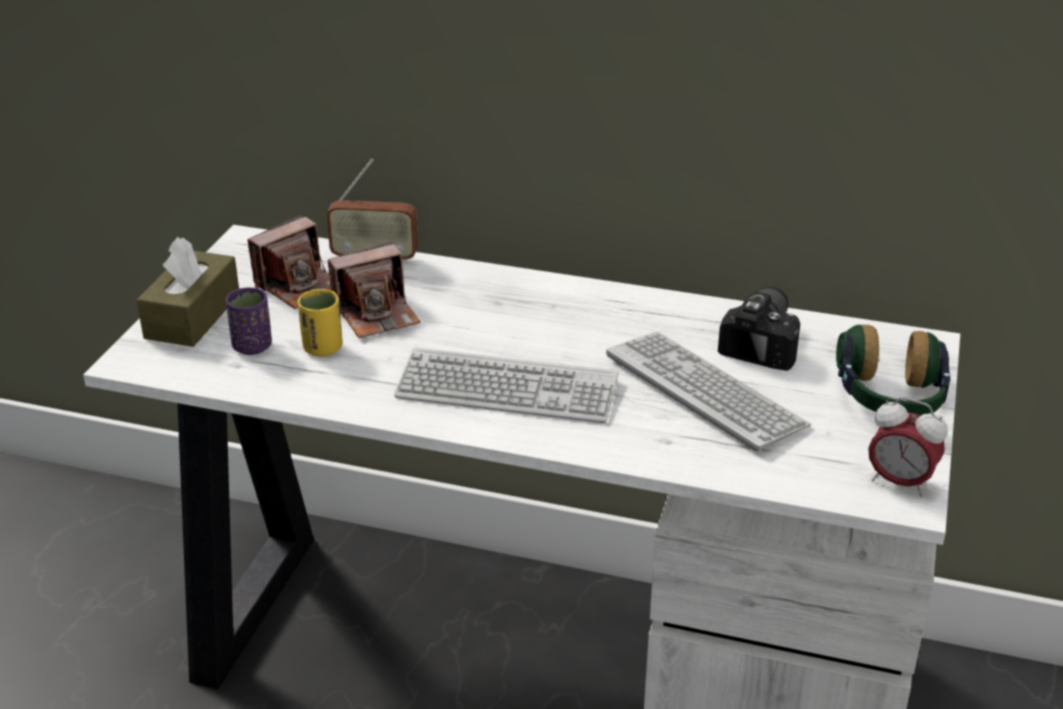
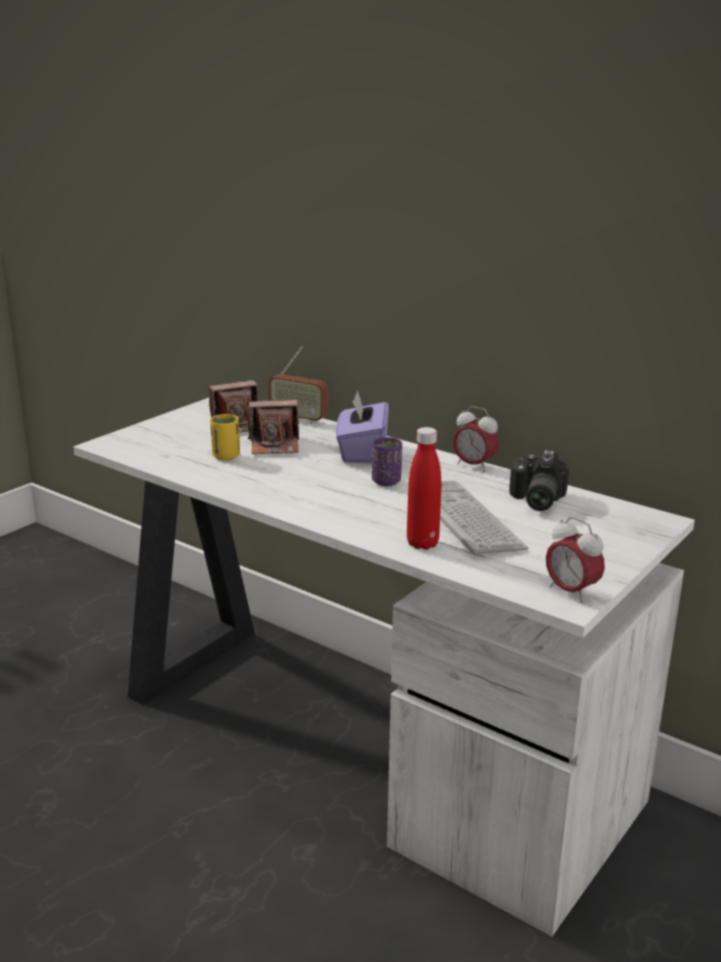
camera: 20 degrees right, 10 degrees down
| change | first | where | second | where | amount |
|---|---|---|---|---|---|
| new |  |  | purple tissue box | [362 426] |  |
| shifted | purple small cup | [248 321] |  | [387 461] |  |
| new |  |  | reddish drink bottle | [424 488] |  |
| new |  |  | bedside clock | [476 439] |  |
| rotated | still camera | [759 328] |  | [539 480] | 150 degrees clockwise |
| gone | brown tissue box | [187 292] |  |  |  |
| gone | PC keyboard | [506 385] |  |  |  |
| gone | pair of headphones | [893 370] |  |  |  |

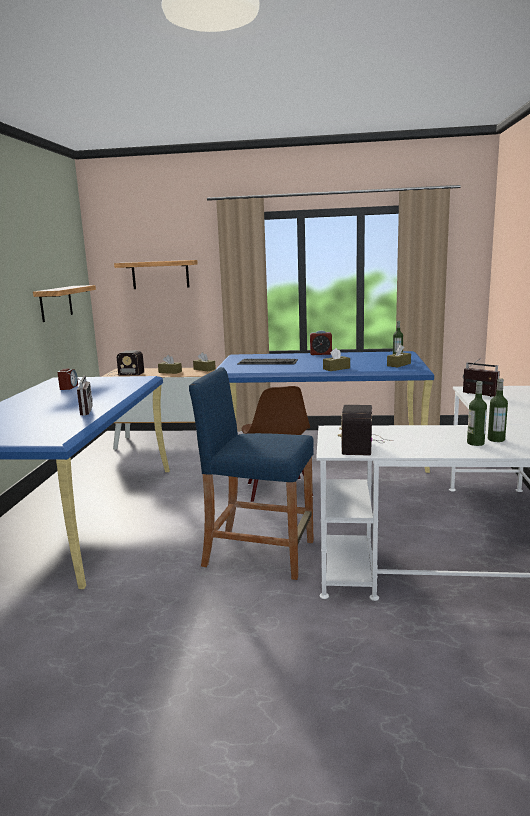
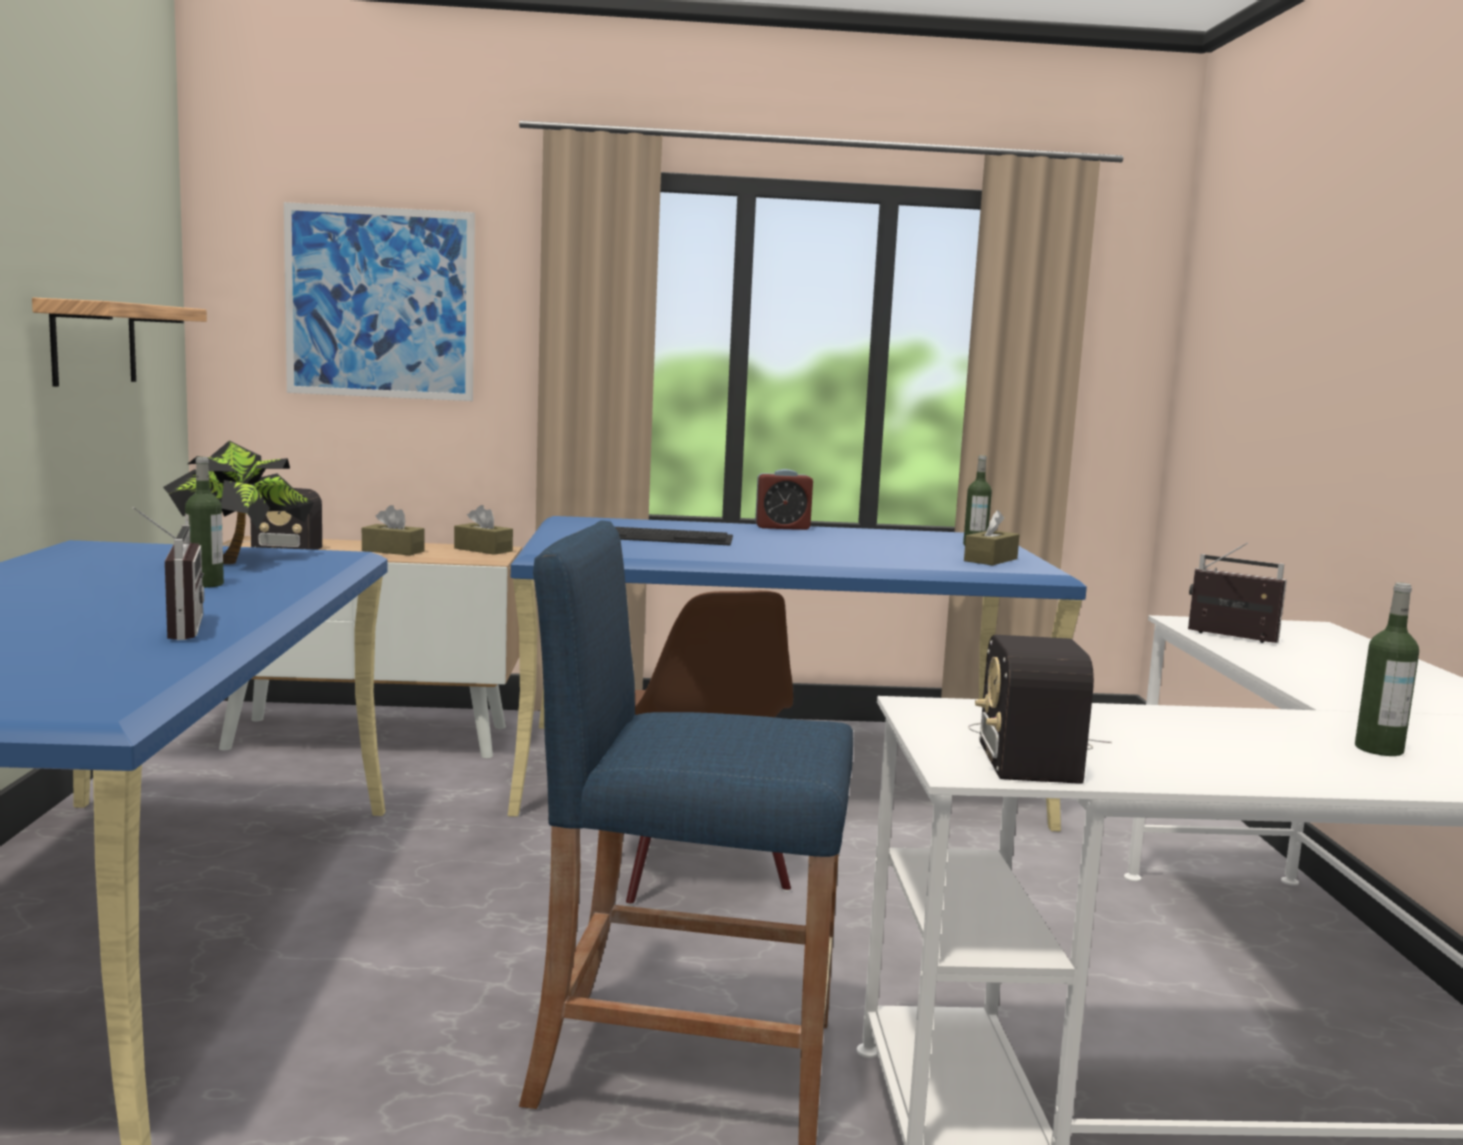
camera: 10 degrees left, 5 degrees down
| change | first | where | second | where | amount |
|---|---|---|---|---|---|
| new |  |  | houseplant | [238 502] |  |
| shifted | drink bottle | [477 413] |  | [204 522] |  |
| swapped | shelf | [156 274] | picture | [379 301] |  |
| gone | bedside clock | [67 379] |  |  |  |
| gone | brown tissue box | [336 359] |  |  |  |

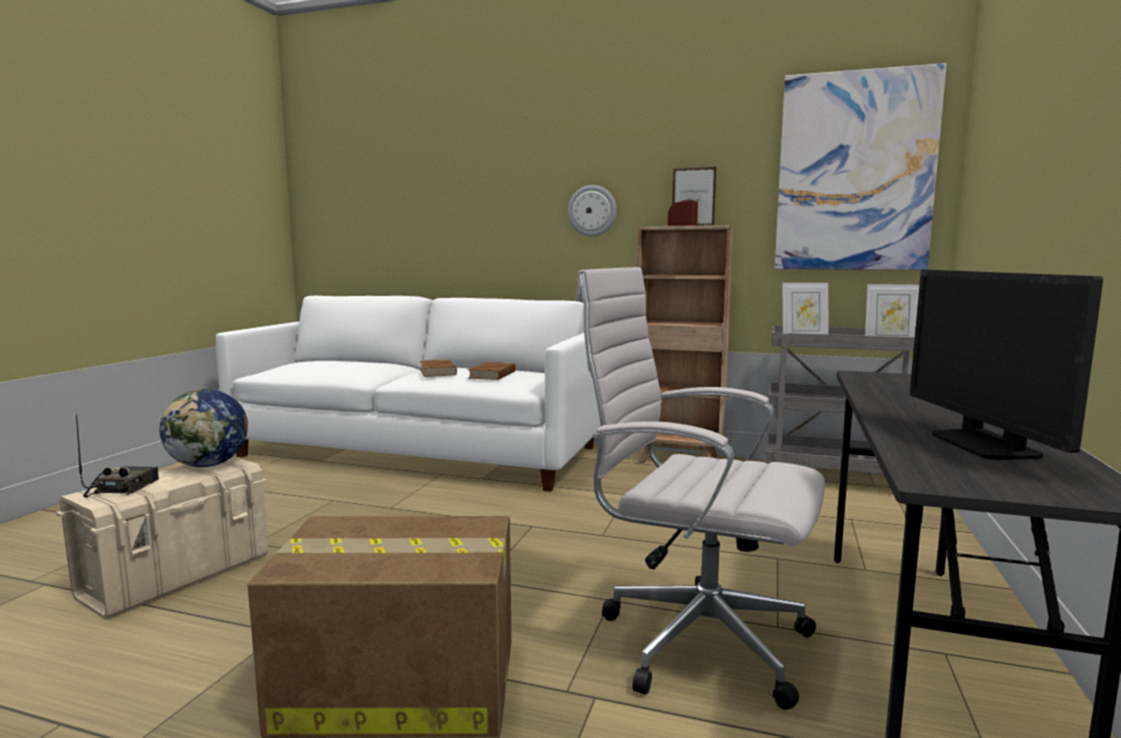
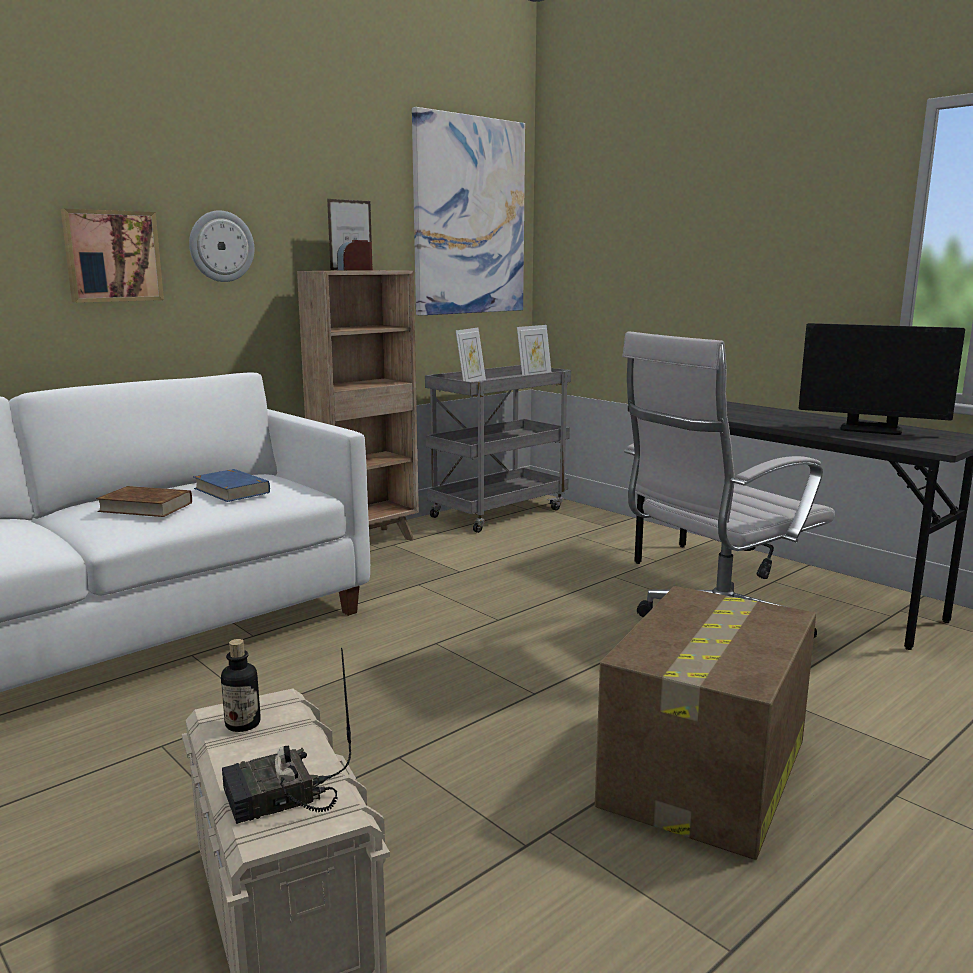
camera: 60 degrees left, 5 degrees up
| change | first | where | second | where | amount |
|---|---|---|---|---|---|
| new |  |  | picture | [112 256] |  |
| repainted | brown bound book | [492 371] | blue-coloured bound book | [231 485] |  |
| swapped | globe | [203 428] | drink bottle | [241 685] |  |
| rotated | radio receiver | [117 456] |  | [286 736] | 60 degrees counterclockwise |

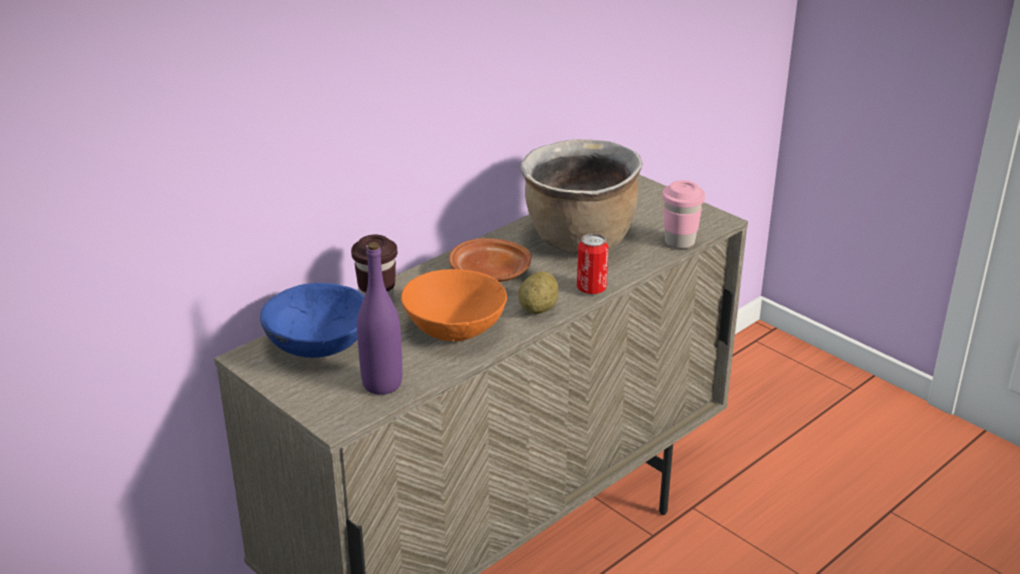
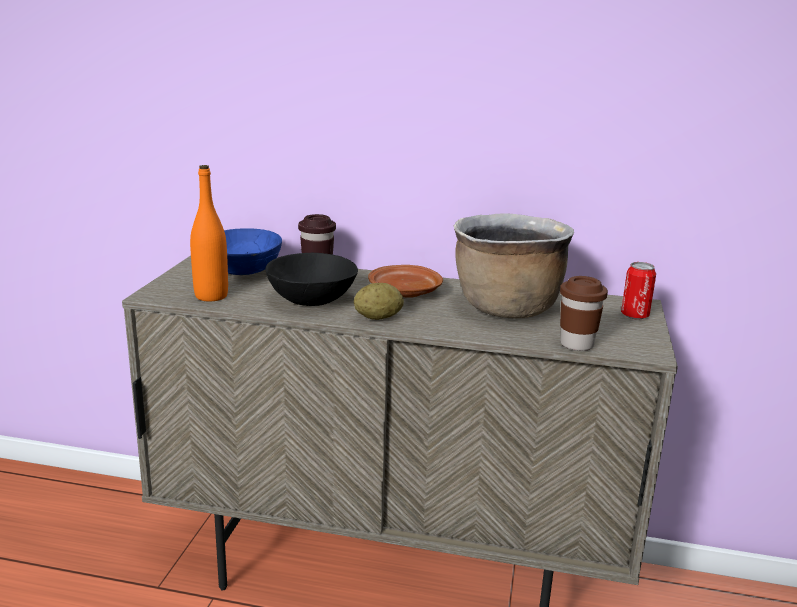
camera: 55 degrees right, 10 degrees down
| change | first | where | second | where | amount |
|---|---|---|---|---|---|
| repainted | purple drink bottle | [379 318] | orange-coloured drink bottle | [209 233] |  |
| repainted | orange-coloured deep dish | [454 305] | black-coloured deep dish | [311 279] |  |
| repainted | pinkish small cup | [683 214] | brown small cup | [584 313] |  |
| shifted | sealed can | [593 263] |  | [638 291] |  |

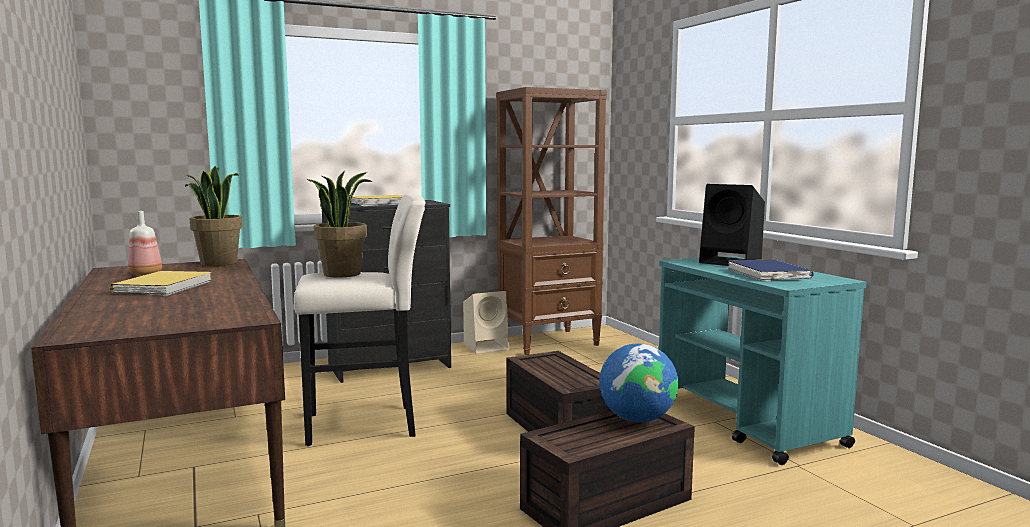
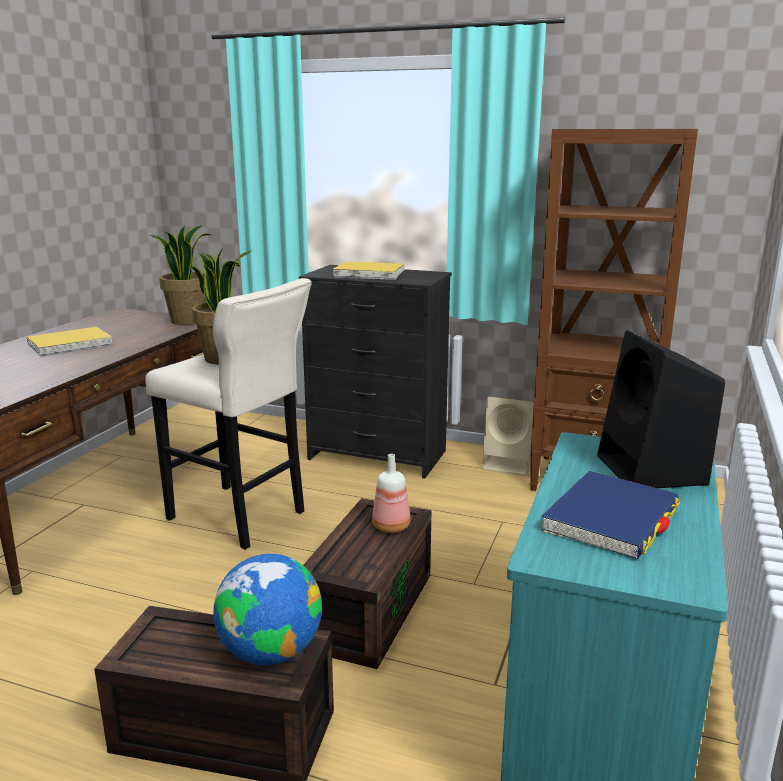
camera: 45 degrees right, 10 degrees up
| change | first | where | second | where | amount |
|---|---|---|---|---|---|
| shifted | drink bottle | [145 243] |  | [391 493] |  |

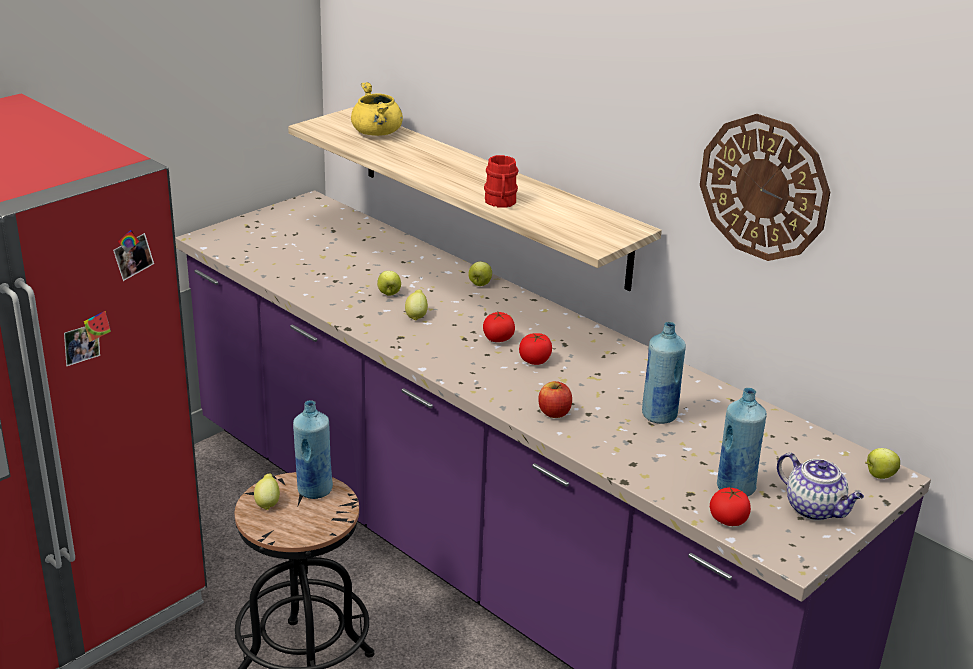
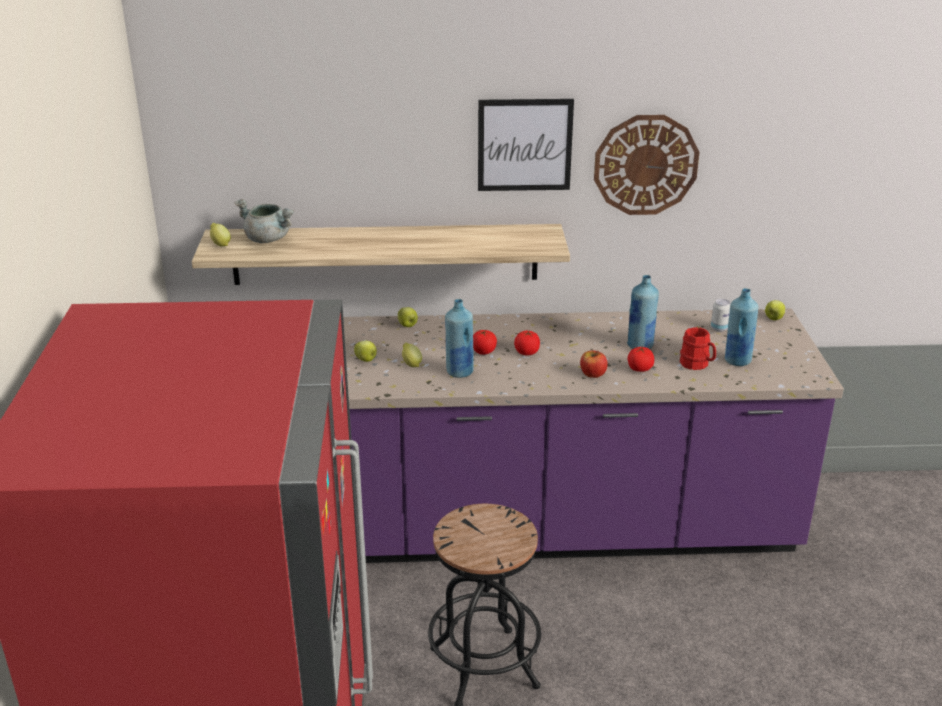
camera: 45 degrees left, 0 degrees up
| change | first | where | second | where | amount |
|---|---|---|---|---|---|
| shifted | citrus fruit | [267 491] |  | [220 234] |  |
| repainted | yellowish saucepot | [377 109] | greyish saucepot | [264 221] |  |
| shifted | blue-coloured drink bottle | [313 449] |  | [459 338] |  |
| new |  |  | picture | [526 145] |  |
| shifted | fresh tomato | [730 506] |  | [641 359] |  |
| shifted | reddish tea mug | [501 181] |  | [698 348] |  |
| new |  |  | sealed can | [720 315] |  |
| gone | tea pot | [820 486] |  |  |  |

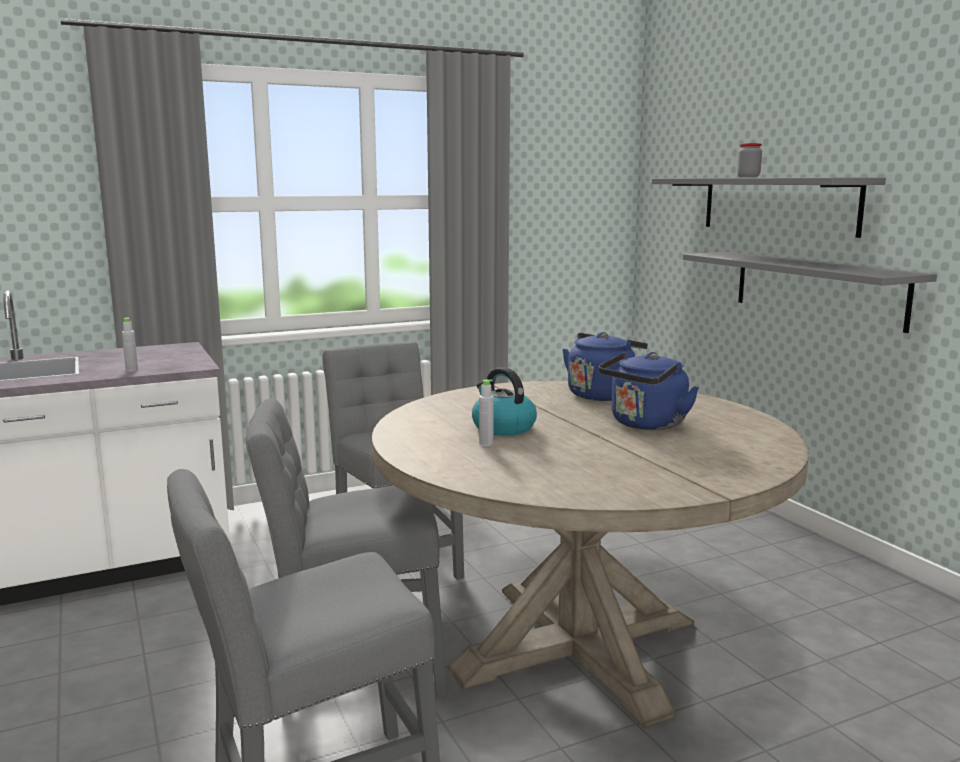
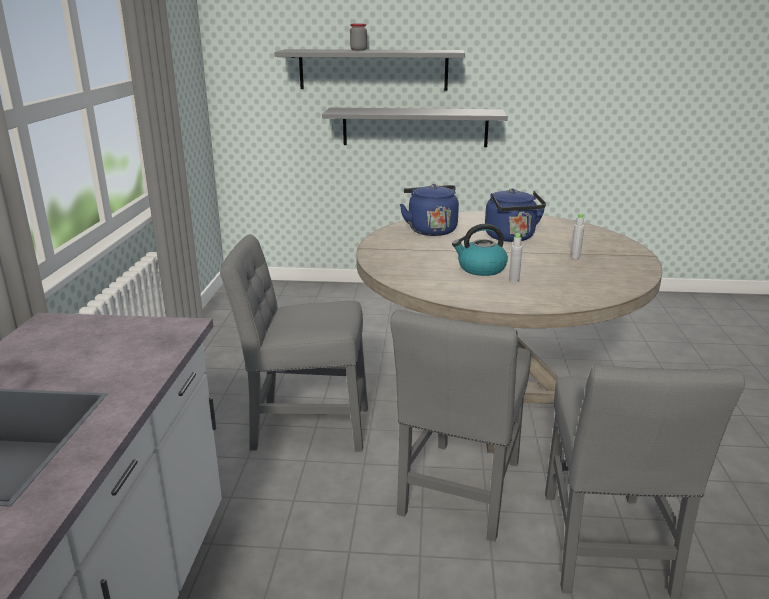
camera: 60 degrees left, 10 degrees up
| change | first | where | second | where | amount |
|---|---|---|---|---|---|
| shifted | greyish drink bottle | [130 344] |  | [578 236] |  |

